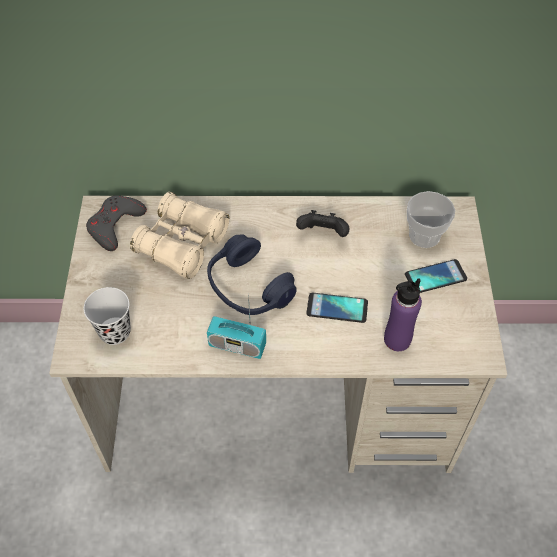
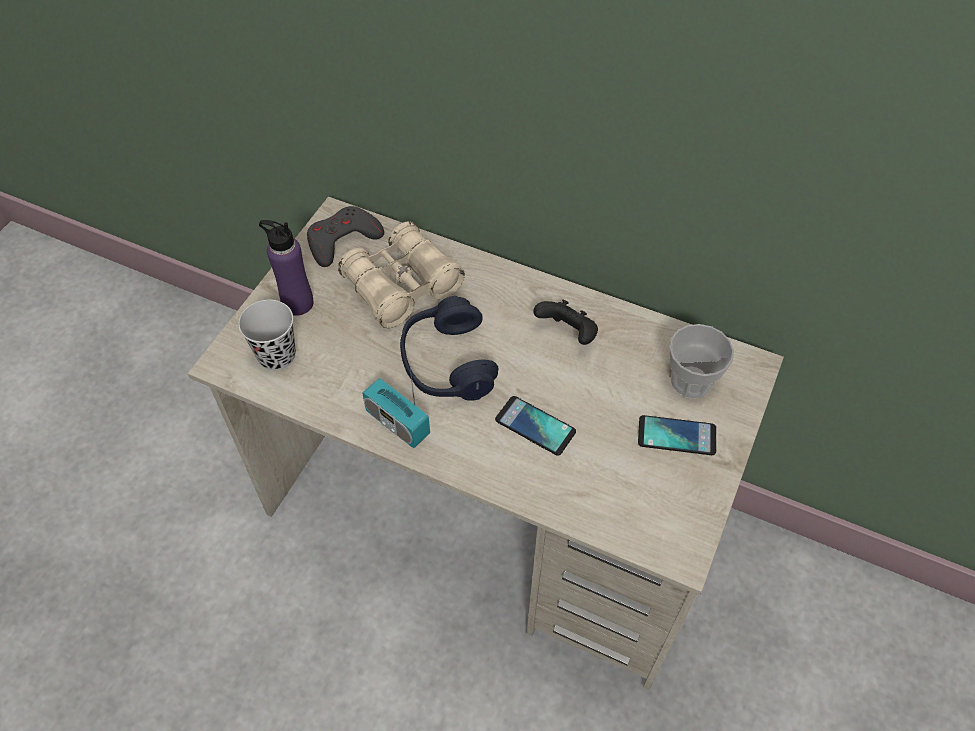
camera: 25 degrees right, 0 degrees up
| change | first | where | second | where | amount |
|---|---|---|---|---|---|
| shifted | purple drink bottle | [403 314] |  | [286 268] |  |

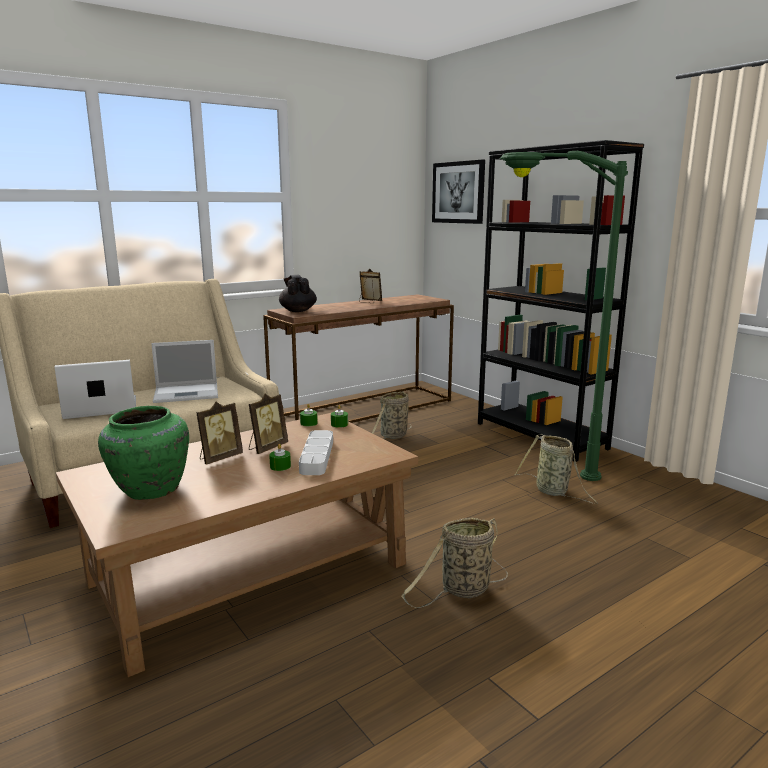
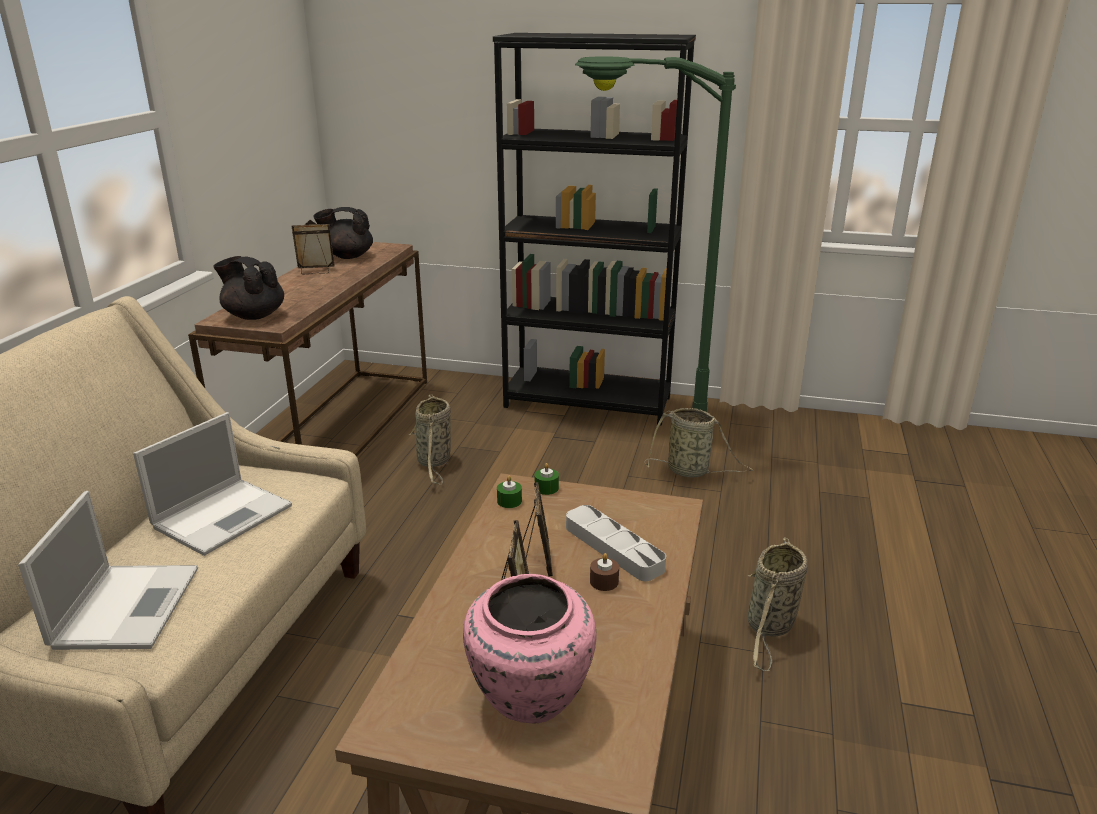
camera: 40 degrees left, 10 degrees up
| change | first | where | second | where | amount |
|---|---|---|---|---|---|
| rotated | portable computer | [95 389] |  | [108 570] | 150 degrees clockwise |
| new |  |  | black-coloured tea pot | [343 233] |  |
| repainted | green-coloured flower vase | [143 453] | pinkish flower vase | [530 649] |  |
| repainted | green-coloured wax candle | [280 457] | brown wax candle | [604 572] |  |
| gone | picture | [458 192] |  |  |  |

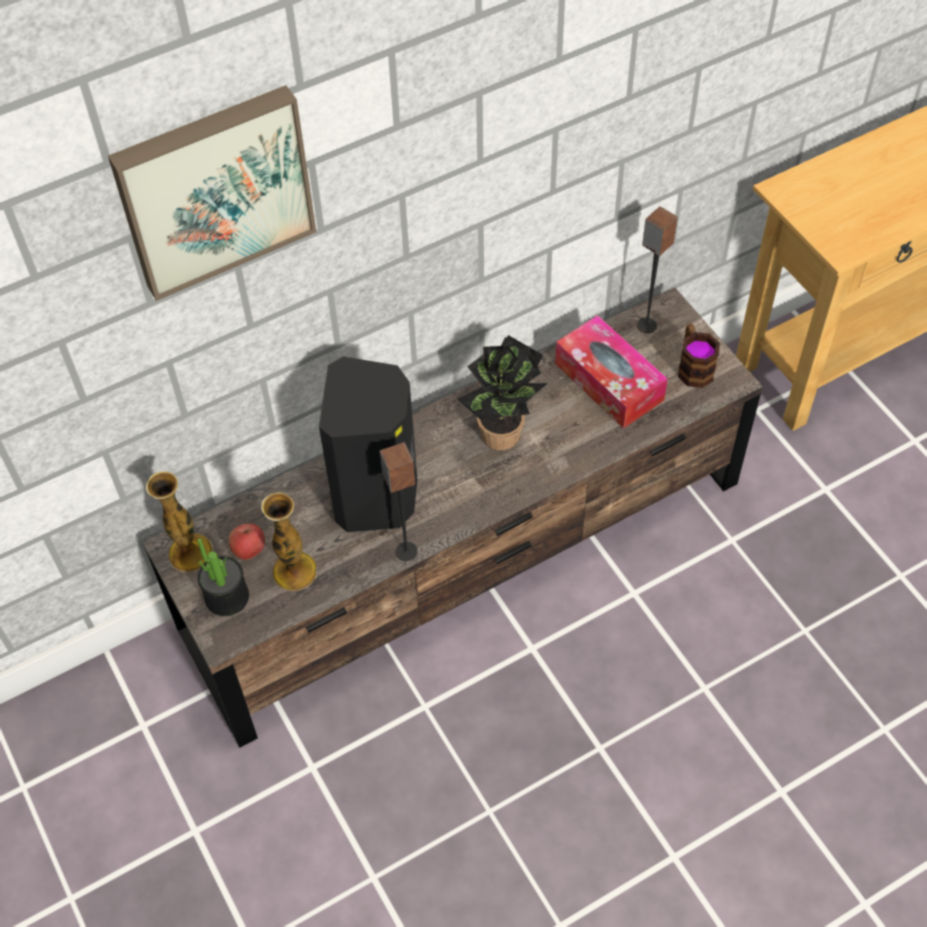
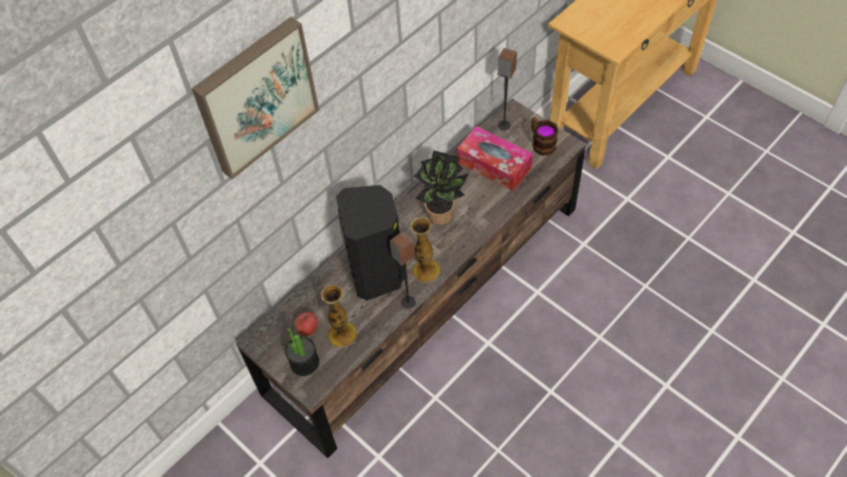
camera: 15 degrees left, 0 degrees up
| change | first | where | second | where | amount |
|---|---|---|---|---|---|
| shifted | flower vase | [179 521] |  | [425 250] |  |

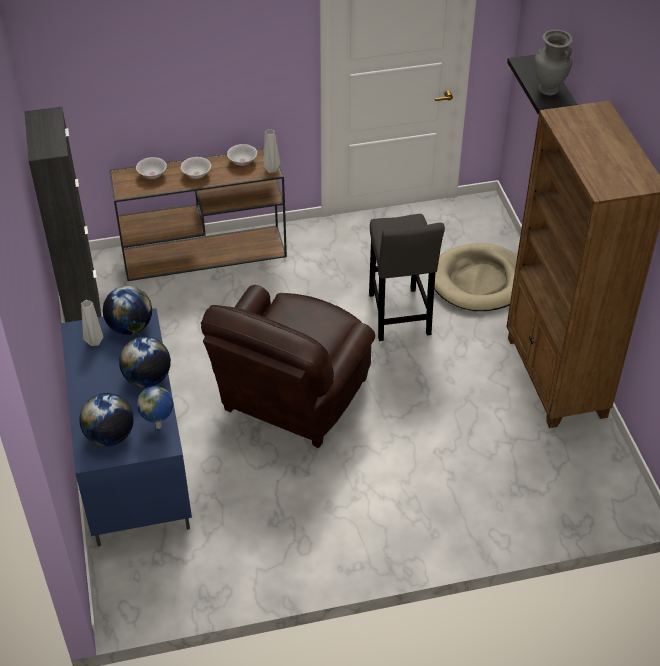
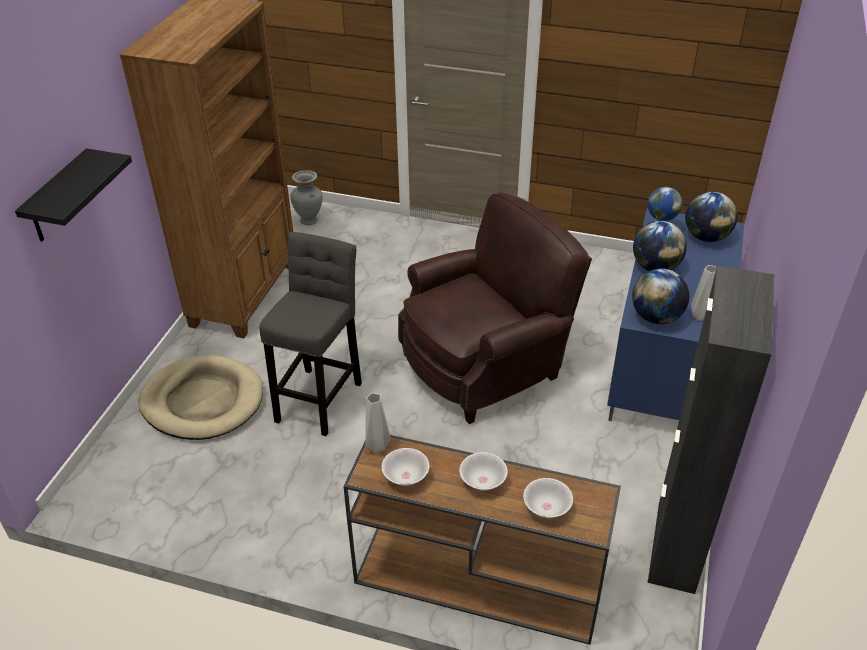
camera: 150 degrees left, 5 degrees down
| change | first | where | second | where | amount |
|---|---|---|---|---|---|
| shifted | greyish flower vase | [553 62] |  | [306 197] |  |

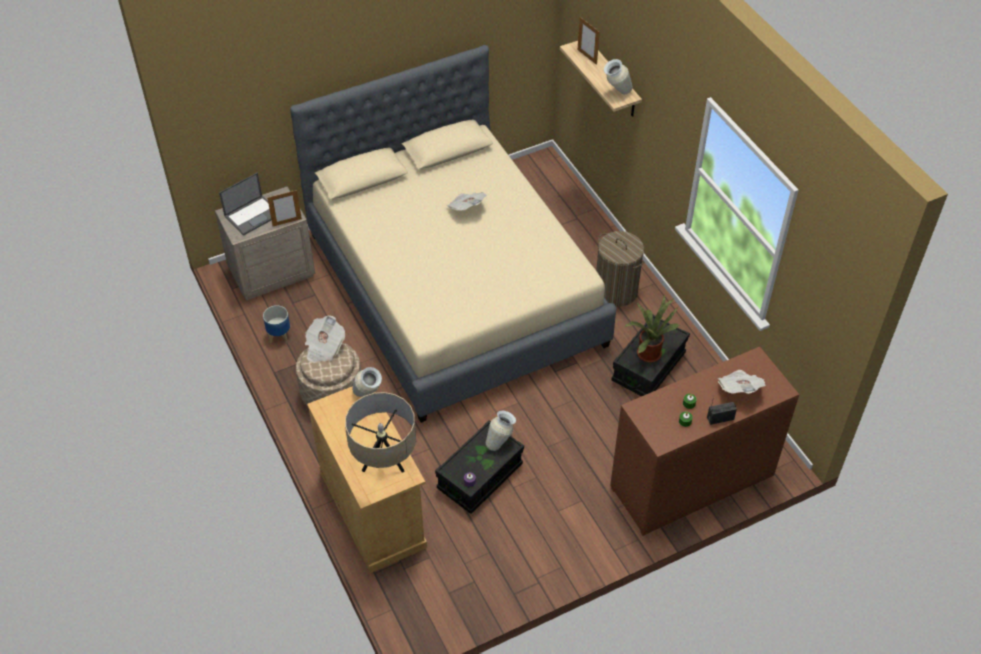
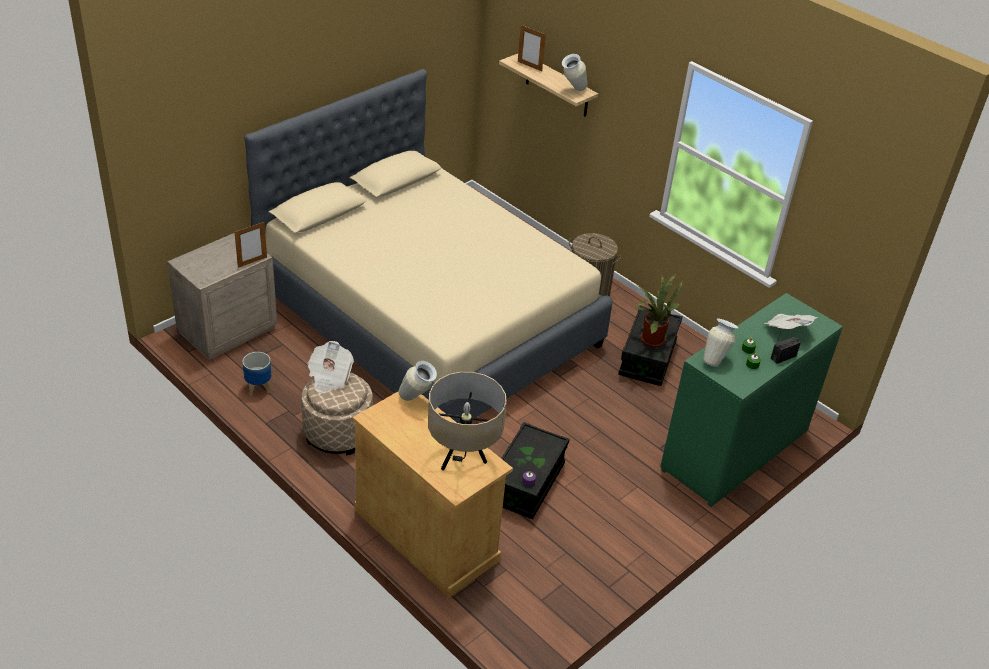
camera: 20 degrees left, 10 degrees down
| change | first | where | second | where | amount |
|---|---|---|---|---|---|
| repainted | brown drawer chest | [704 441] | green-coloured drawer chest | [751 400] |  |
| shifted | flower vase | [501 431] |  | [721 343] |  |
| gone | portable computer | [245 204] |  |  |  |
| gone | newspaper | [467 201] |  |  |  |

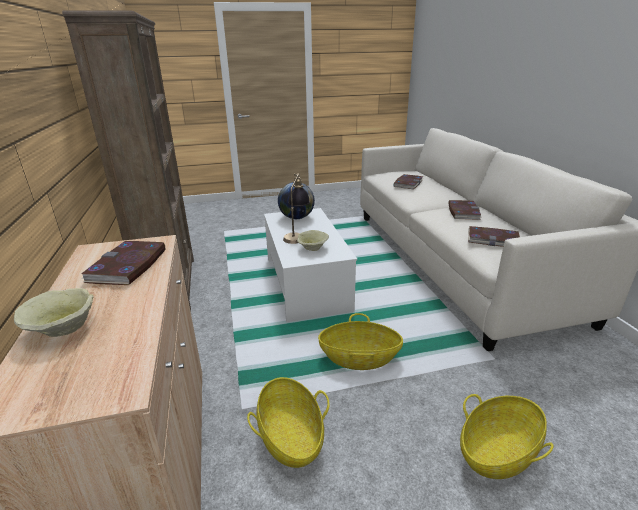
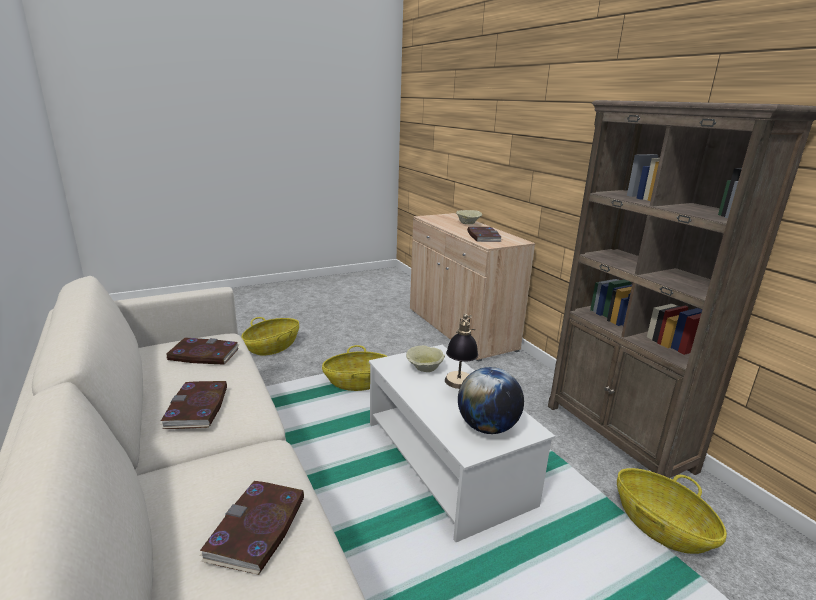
camera: 165 degrees right, 5 degrees down
| change | first | where | second | where | amount |
|---|---|---|---|---|---|
| shifted | basket | [288 422] |  | [672 511] |  |

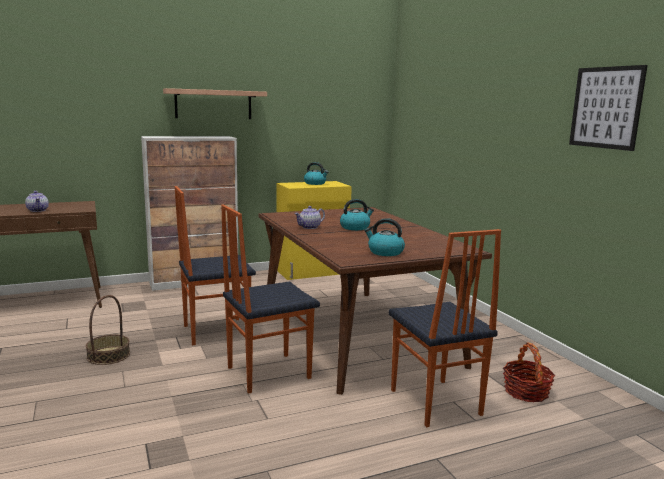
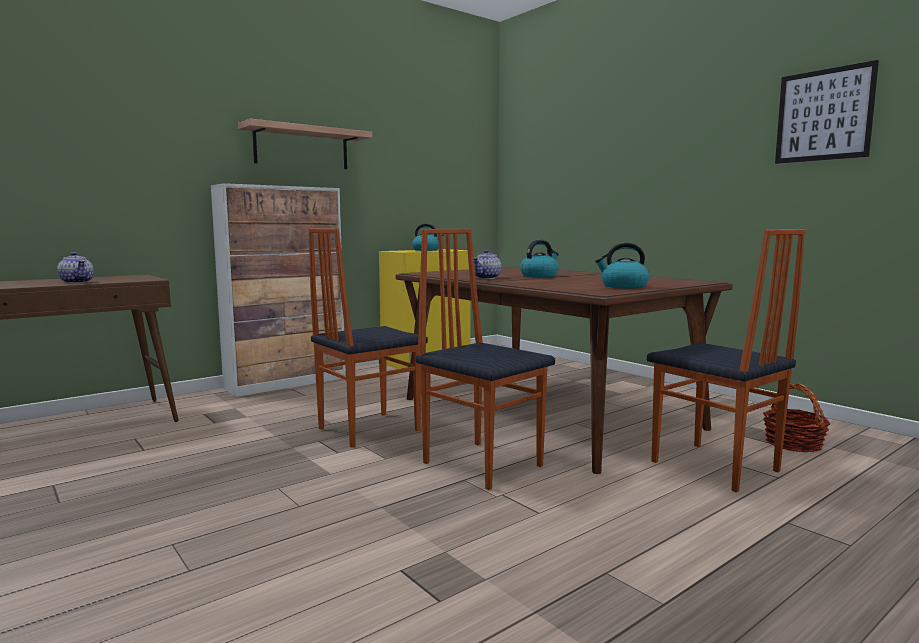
camera: 15 degrees left, 5 degrees down
| change | first | where | second | where | amount |
|---|---|---|---|---|---|
| rotated | upright chair | [270 299] |  | [485 359] | 90 degrees clockwise |
| gone | basket | [108 330] |  |  |  |

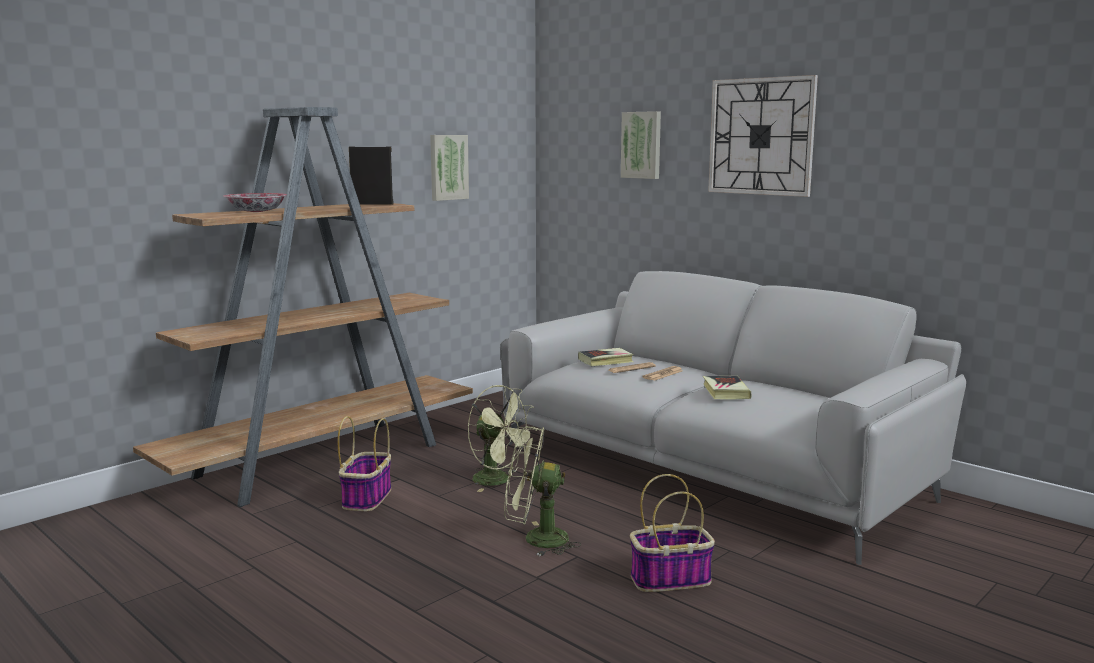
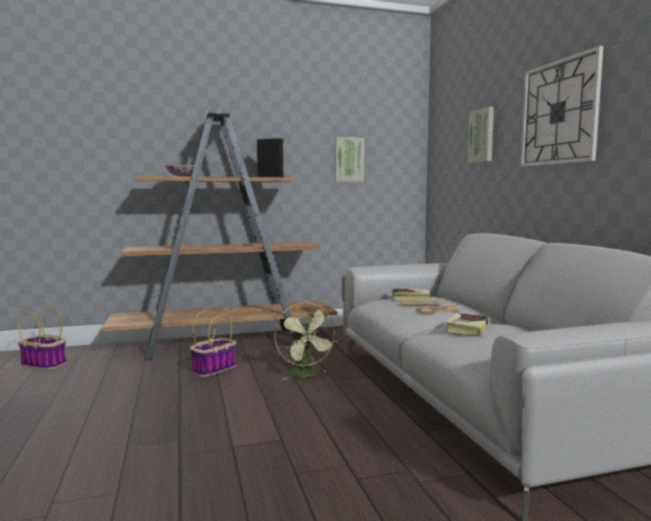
camera: 30 degrees right, 5 degrees down
| change | first | where | second | where | amount |
|---|---|---|---|---|---|
| shifted | basket | [672 533] |  | [42 338] |  |
| gone | green-coloured cooling fan | [542 491] |  |  |  |

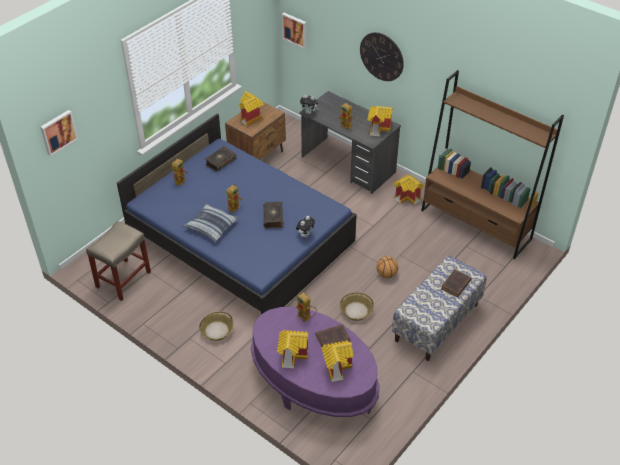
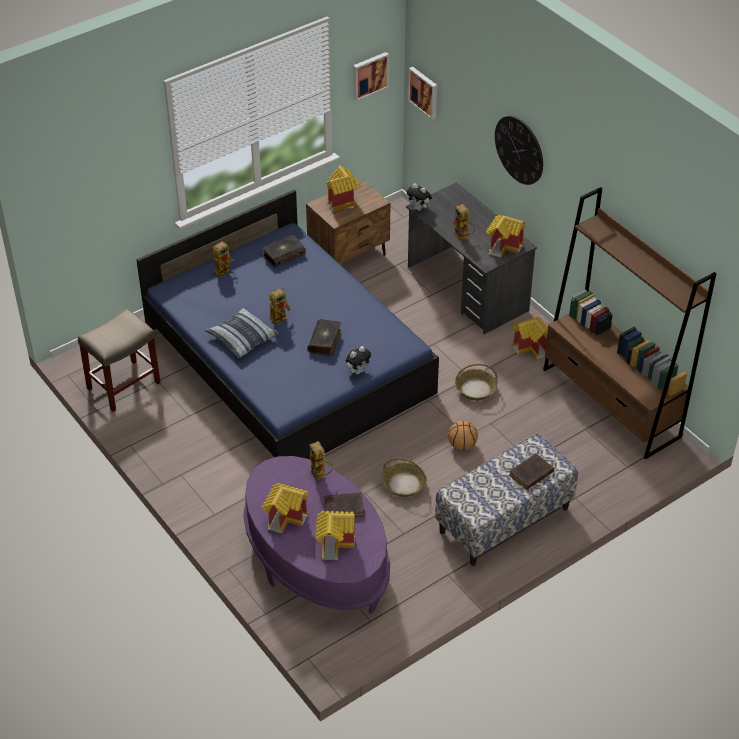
camera: 15 degrees right, 0 degrees up
| change | first | where | second | where | amount |
|---|---|---|---|---|---|
| shifted | picture | [59 133] |  | [371 76] |  |
| shifted | basket | [216 326] |  | [476 382] |  |

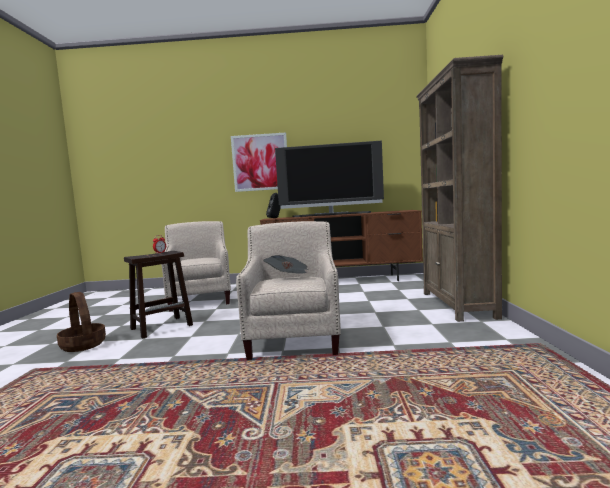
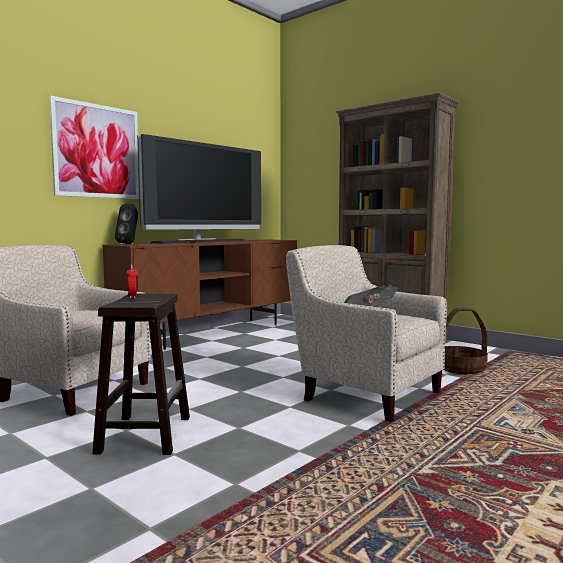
camera: 50 degrees left, 0 degrees up
| change | first | where | second | where | amount |
|---|---|---|---|---|---|
| shifted | basket | [81 322] |  | [465 341] |  |

